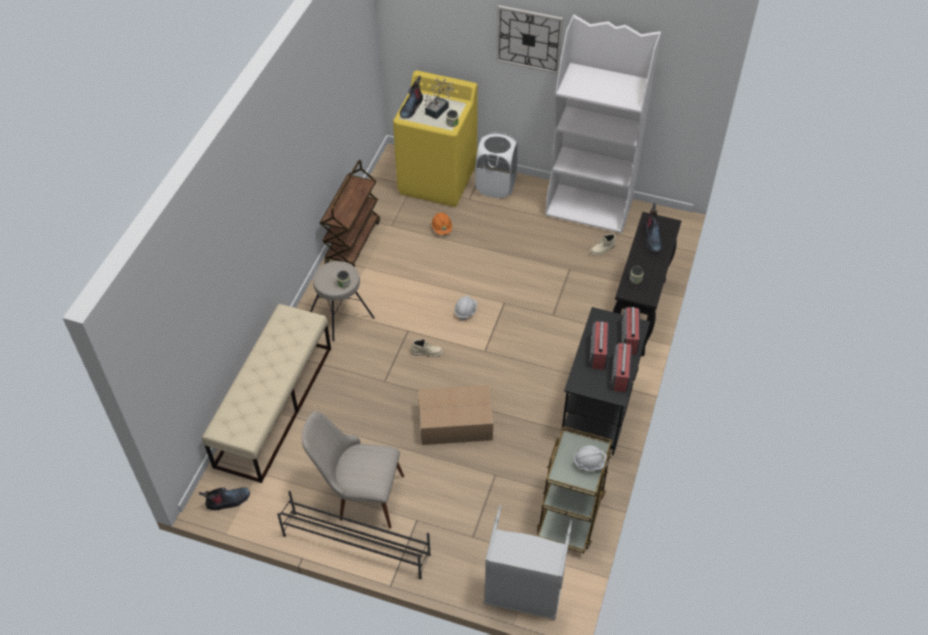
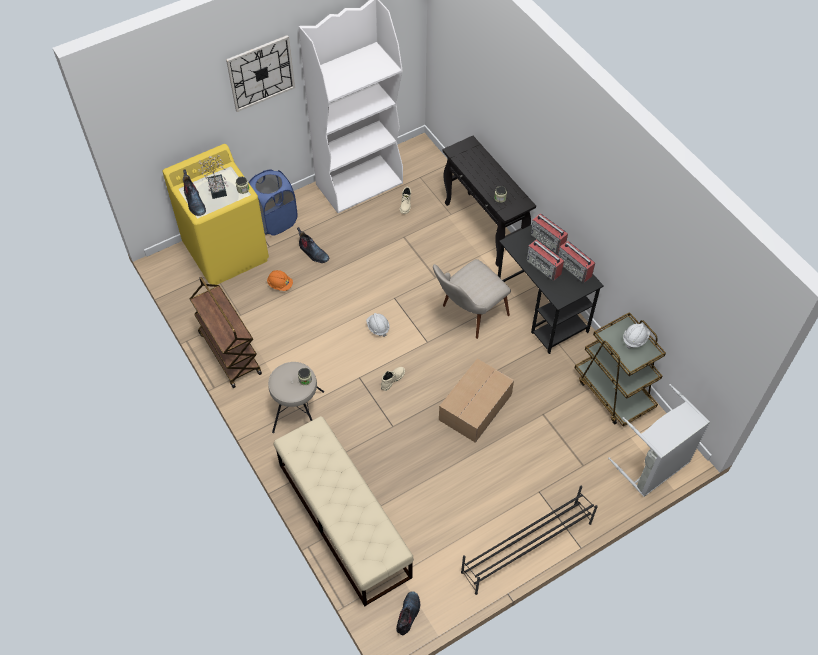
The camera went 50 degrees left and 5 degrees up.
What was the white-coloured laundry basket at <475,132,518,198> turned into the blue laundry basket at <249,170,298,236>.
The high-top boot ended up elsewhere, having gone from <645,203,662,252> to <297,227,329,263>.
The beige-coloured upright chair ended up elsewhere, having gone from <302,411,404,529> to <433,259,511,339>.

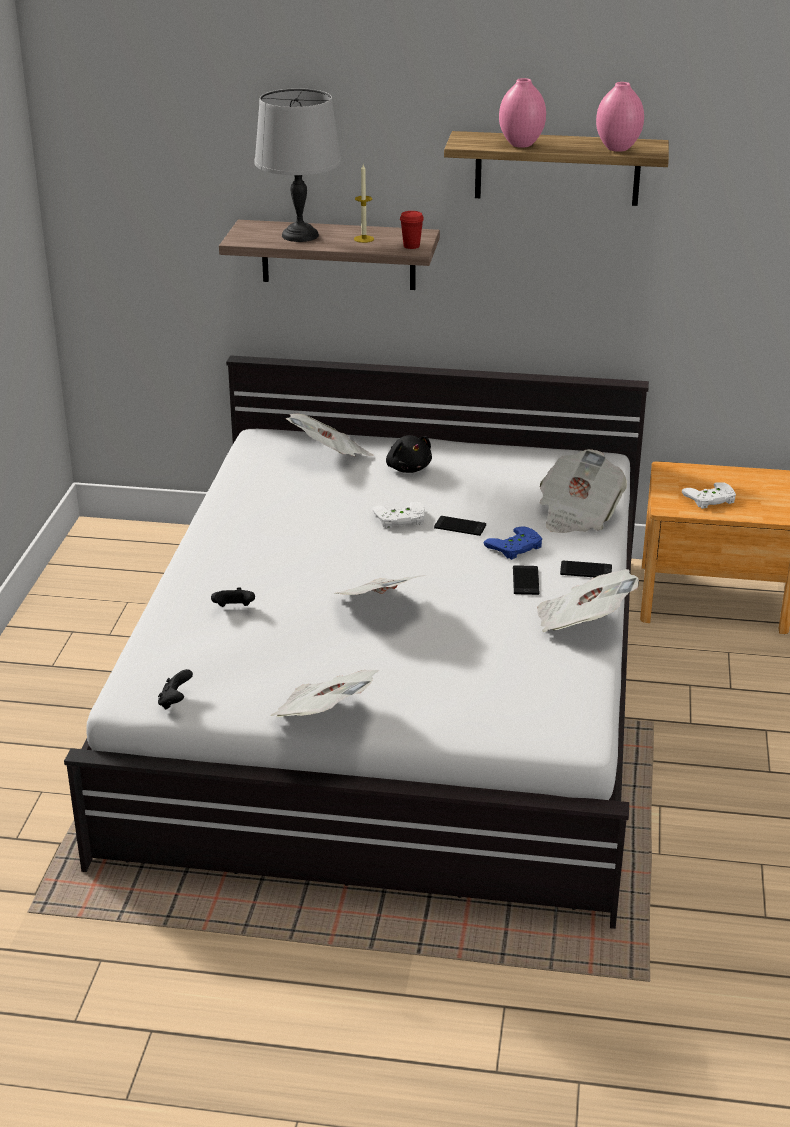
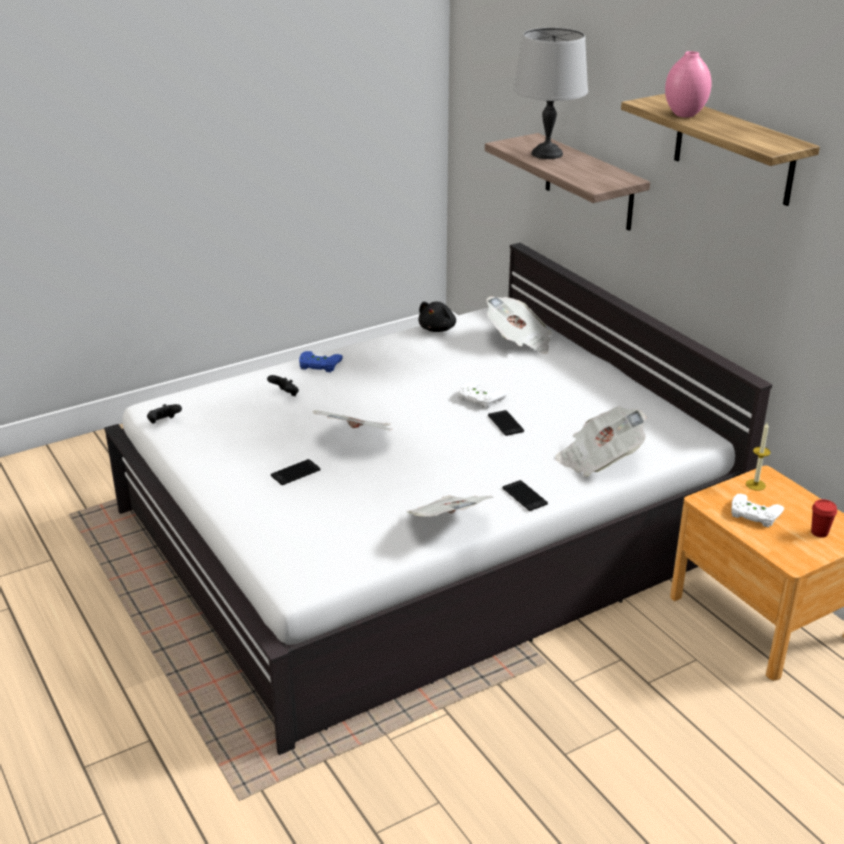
The camera went 50 degrees right and 0 degrees up.
The second view lost the pink decorative vase at <596,82,644,152>.
The candle ended up elsewhere, having gone from <354,164,374,243> to <746,423,771,491>.
The red-coloured drinking cup ended up elsewhere, having gone from <400,211,424,249> to <811,499,837,538>.
The blackish plush toy ended up elsewhere, having gone from <386,435,432,473> to <419,302,456,332>.
The blue game controller ended up elsewhere, having gone from <484,526,542,560> to <299,351,343,372>.
The handset ended up elsewhere, having gone from <513,565,539,595> to <271,459,321,485>.
The second view lost the printed paper at <271,670,380,717>.

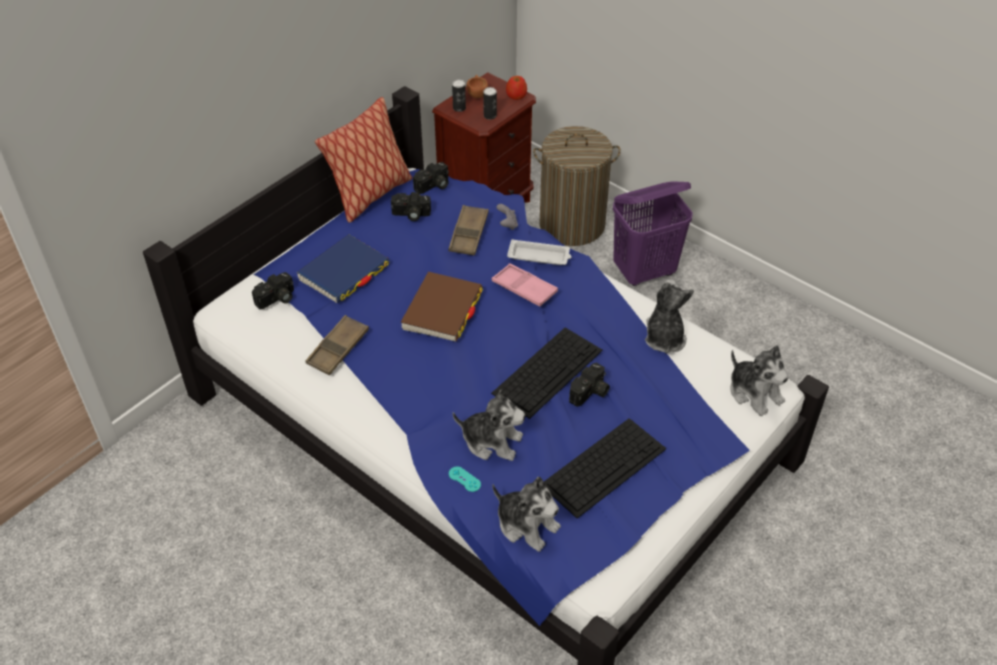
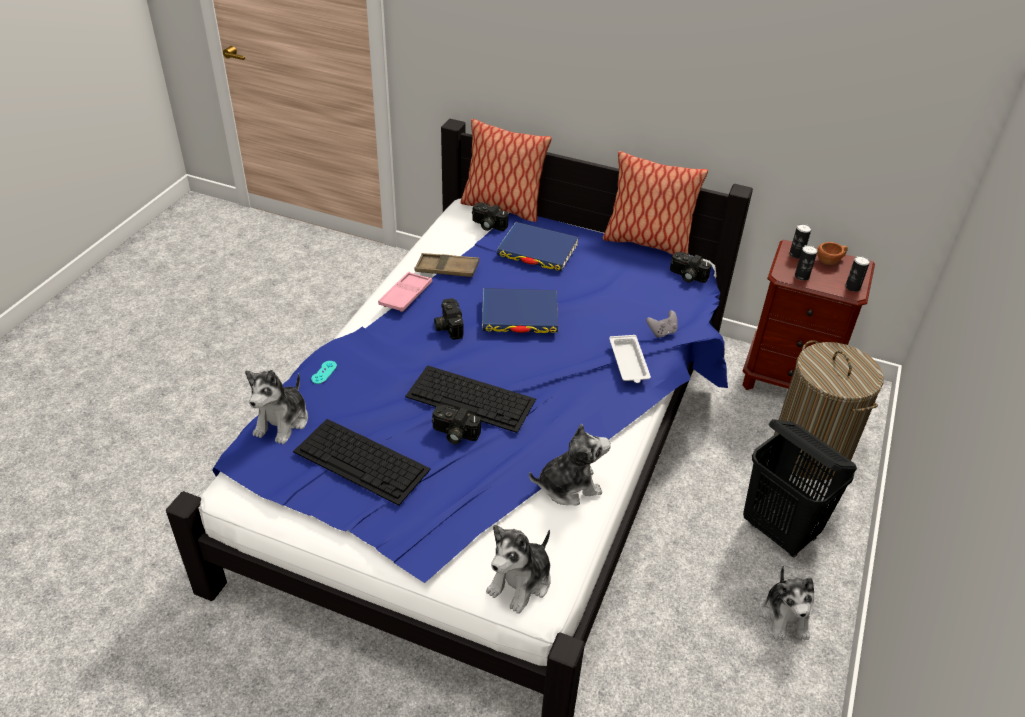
The camera went 70 degrees right and 5 degrees down.
Where the apple fruit stood at <506,76,527,100>, the sealed can came to stand at <845,256,870,292>.
What was the purple laundry basket at <613,181,693,286> turned into the blackish laundry basket at <743,419,857,557>.
The still camera ended up elsewhere, having gone from <391,192,431,221> to <434,298,463,340>.
The second view lost the brownish carrying tray at <448,205,489,256>.
The pink carrying tray ended up elsewhere, having gone from <492,263,558,306> to <378,272,432,312>.
What was the brownish volume at <401,272,483,342> turned into the blue volume at <482,288,558,333>.
The plush toy ended up elsewhere, having gone from <453,389,525,461> to <761,565,814,640>.
The second view gained the cushion at <460,119,552,222>.

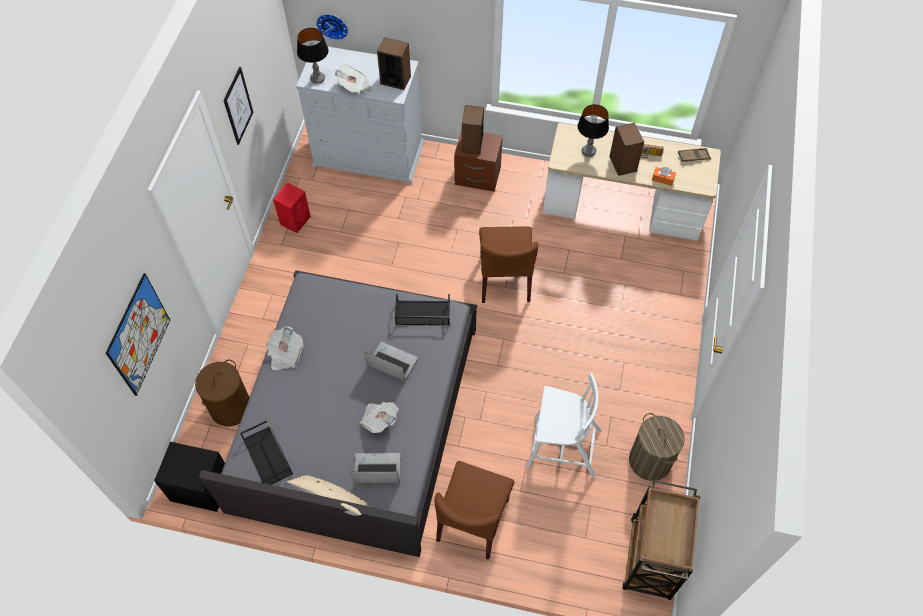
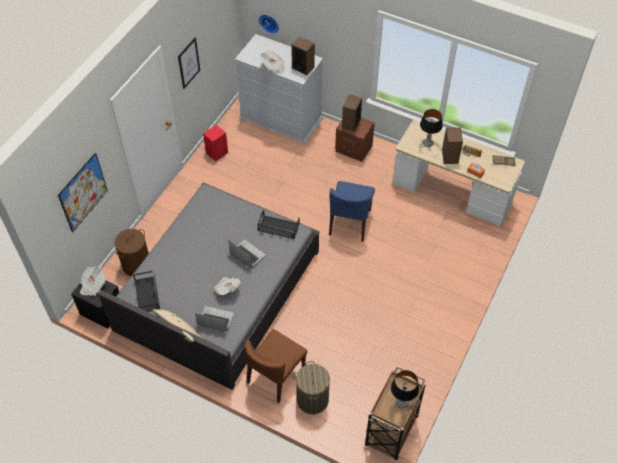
The camera went 15 degrees right and 5 degrees down.
The table lamp ended up elsewhere, having gone from <297,28,328,84> to <391,370,419,409>.
What was the brownish upright chair at <479,226,538,303> turned into the blue upright chair at <329,181,375,242>.
The printed paper ended up elsewhere, having gone from <267,326,304,370> to <80,266,106,296>.
The second view lost the white-coloured upright chair at <527,373,601,478>.
The laundry basket ended up elsewhere, having gone from <629,413,685,481> to <296,361,330,414>.

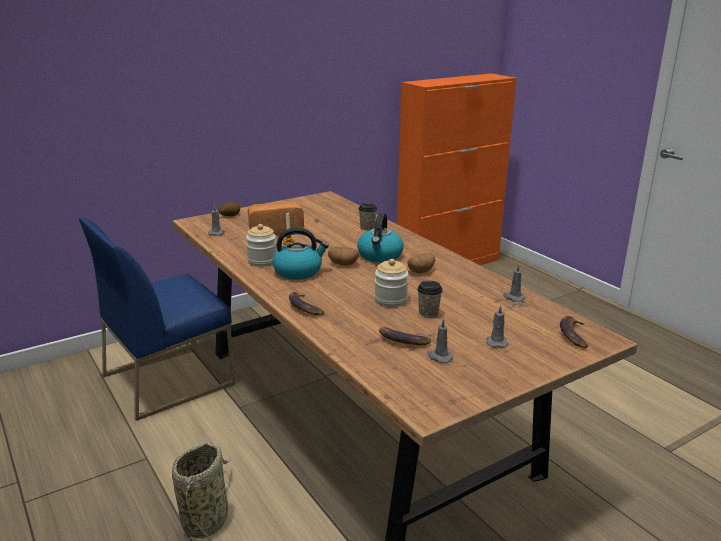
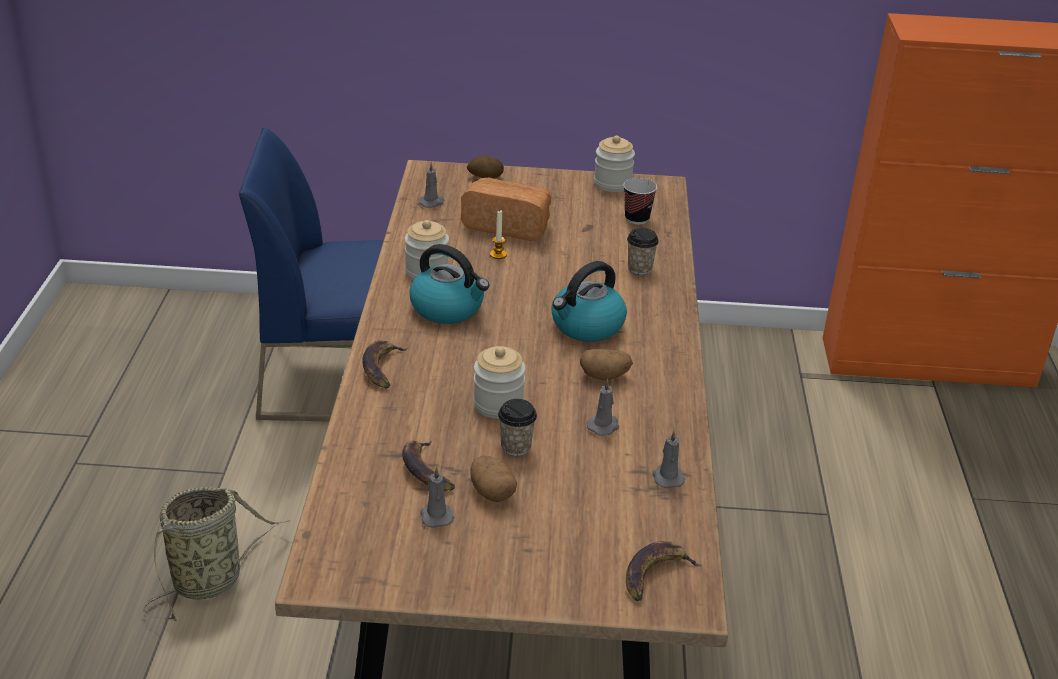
The camera went 35 degrees right and 10 degrees up.
The whole potato ended up elsewhere, having gone from <328,247,359,265> to <470,456,517,502>.
The gray candle ended up elsewhere, having gone from <486,305,508,348> to <587,379,619,436>.
The second view gained the preserve jar at <594,136,635,192>.
The second view gained the drinking cup at <623,178,657,224>.

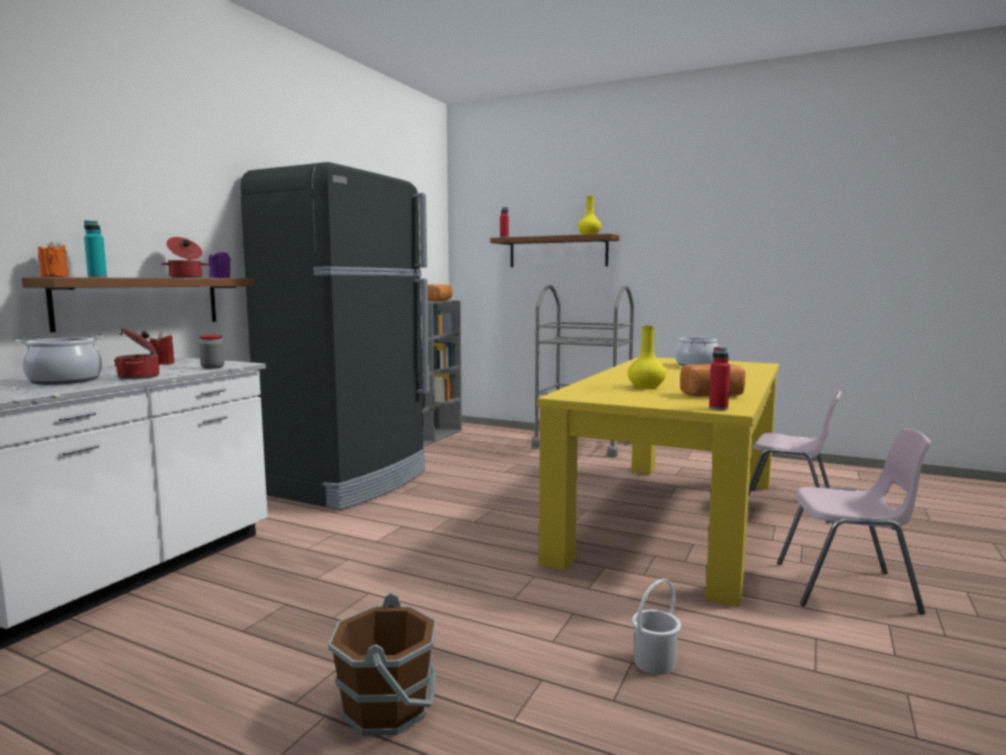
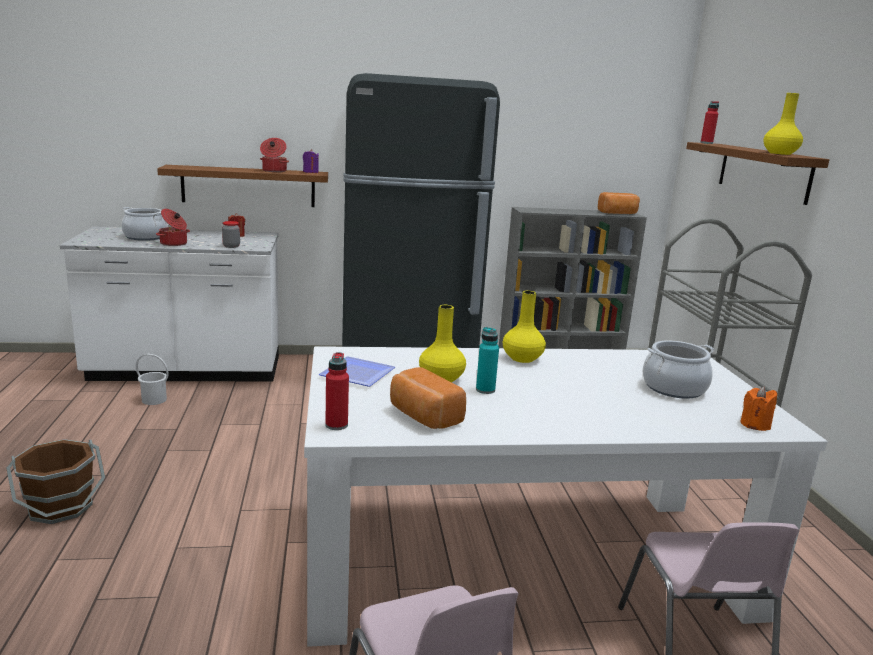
The camera went 55 degrees right and 10 degrees up.
The turquoise-coloured drink bottle ended up elsewhere, having gone from <84,220,107,277> to <476,327,499,394>.
The orangey candle ended up elsewhere, having gone from <38,242,69,277> to <740,387,777,431>.
What was the yellow-coloured kitchen table at <537,357,779,607> turned into the white-coloured kitchen table at <304,346,827,647>.
The white-coloured bucket ended up elsewhere, having gone from <632,579,681,675> to <136,354,169,405>.
The second view gained the yellow-coloured decorative vase at <503,291,546,363>.
The second view gained the plate at <319,356,395,387>.

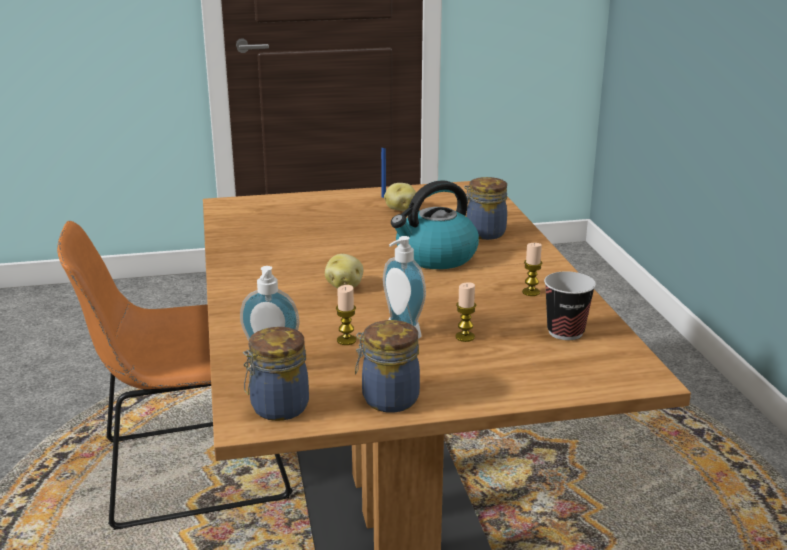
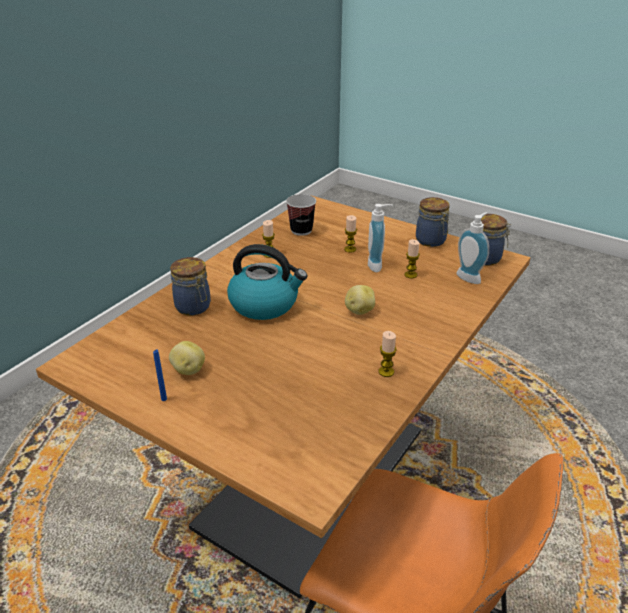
The camera went 135 degrees left and 10 degrees up.
The second view gained the candle at <379,331,397,377>.

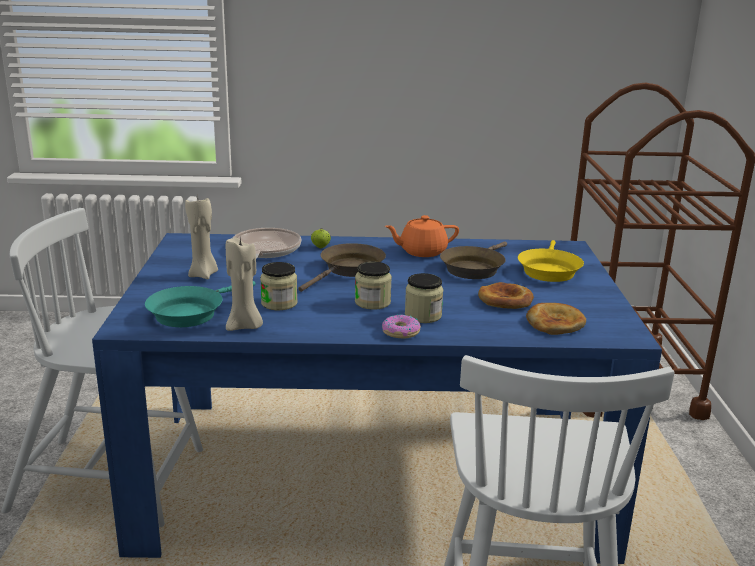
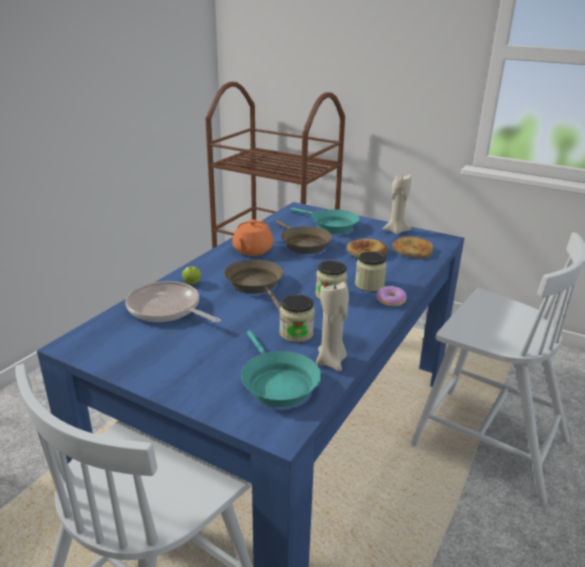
The camera went 60 degrees left and 5 degrees up.
The beige-coloured candle ended up elsewhere, having gone from <185,198,218,279> to <383,173,411,235>.
What was the yellow-coloured pan at <518,240,584,282> turned into the turquoise-coloured pan at <291,208,359,234>.

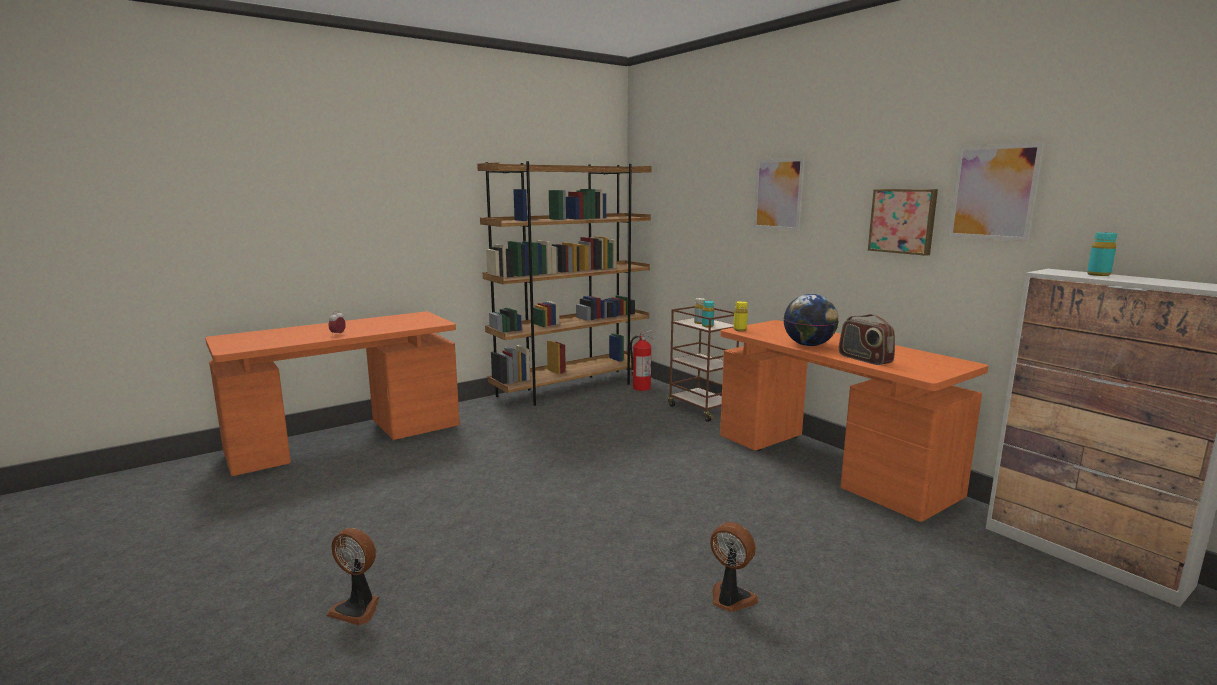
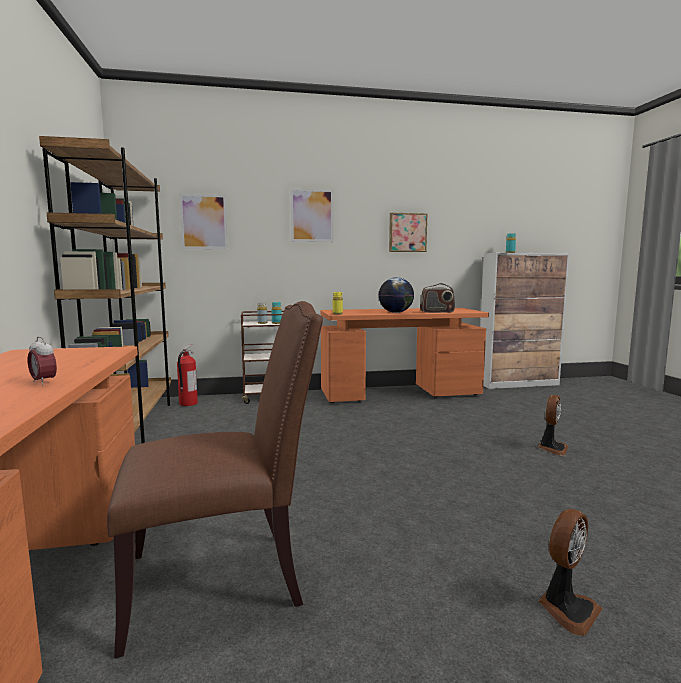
The camera went 65 degrees left and 5 degrees down.
The wall art ended up elsewhere, having gone from <948,143,1044,242> to <179,194,228,249>.
The fan at <710,522,759,612> ended up facing another way, 150 degrees clockwise from before.
The second view gained the brownish upright chair at <107,301,323,658>.

